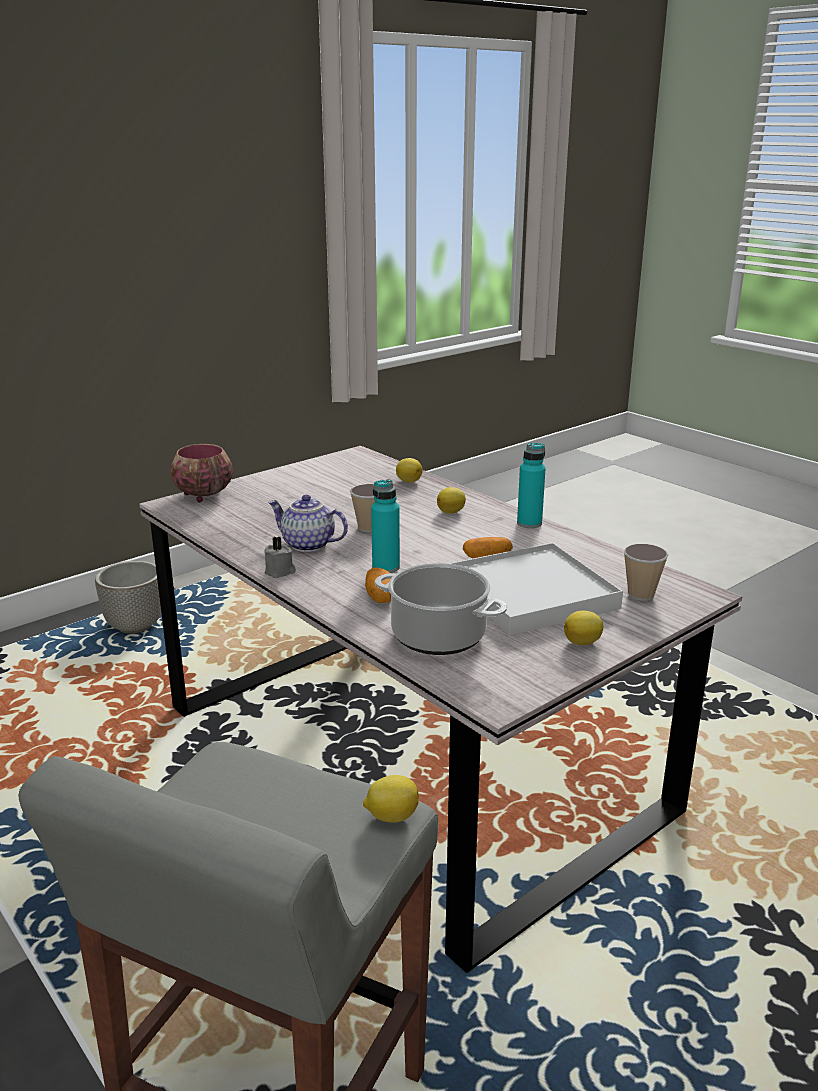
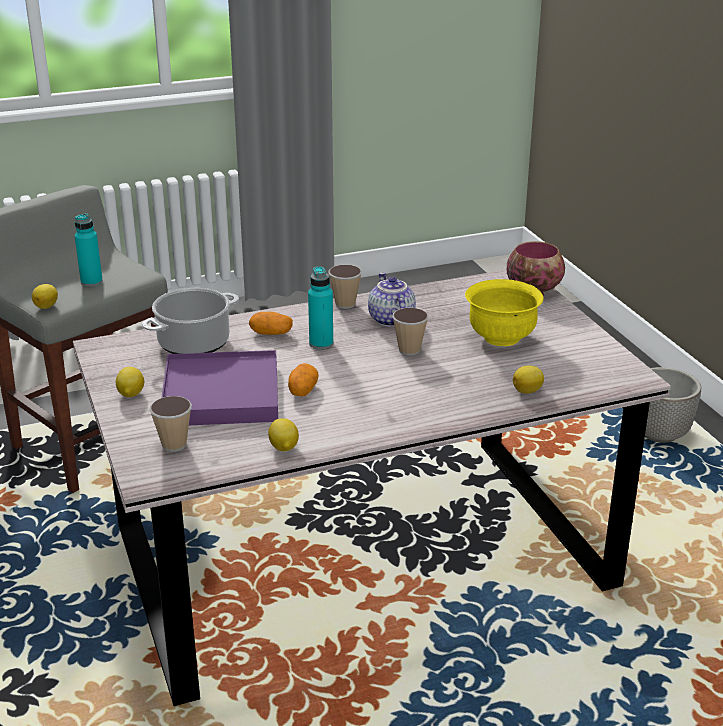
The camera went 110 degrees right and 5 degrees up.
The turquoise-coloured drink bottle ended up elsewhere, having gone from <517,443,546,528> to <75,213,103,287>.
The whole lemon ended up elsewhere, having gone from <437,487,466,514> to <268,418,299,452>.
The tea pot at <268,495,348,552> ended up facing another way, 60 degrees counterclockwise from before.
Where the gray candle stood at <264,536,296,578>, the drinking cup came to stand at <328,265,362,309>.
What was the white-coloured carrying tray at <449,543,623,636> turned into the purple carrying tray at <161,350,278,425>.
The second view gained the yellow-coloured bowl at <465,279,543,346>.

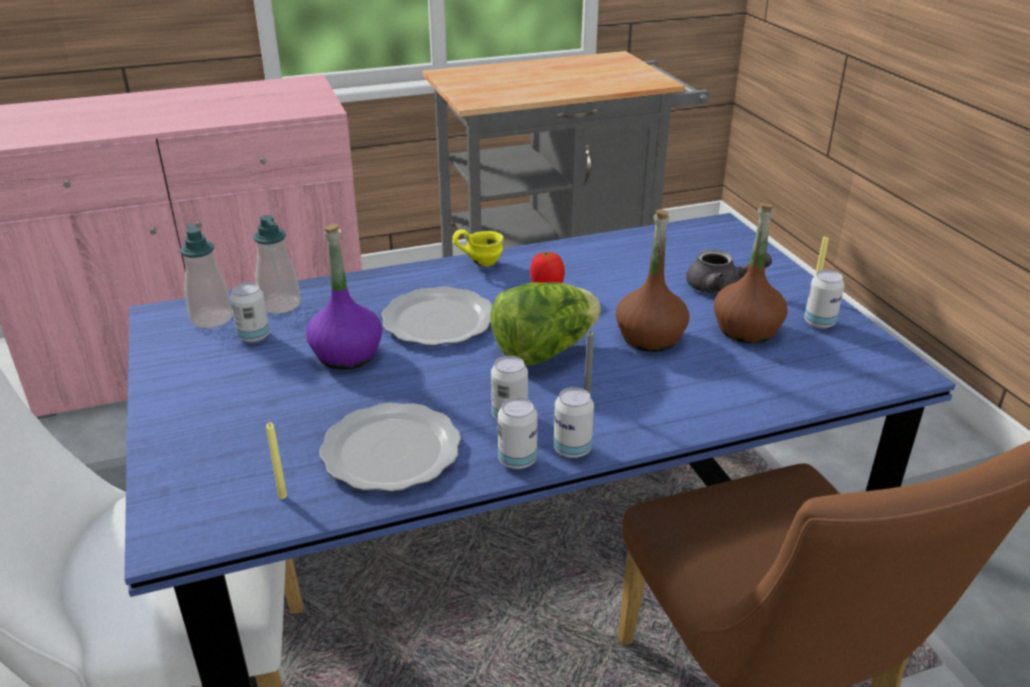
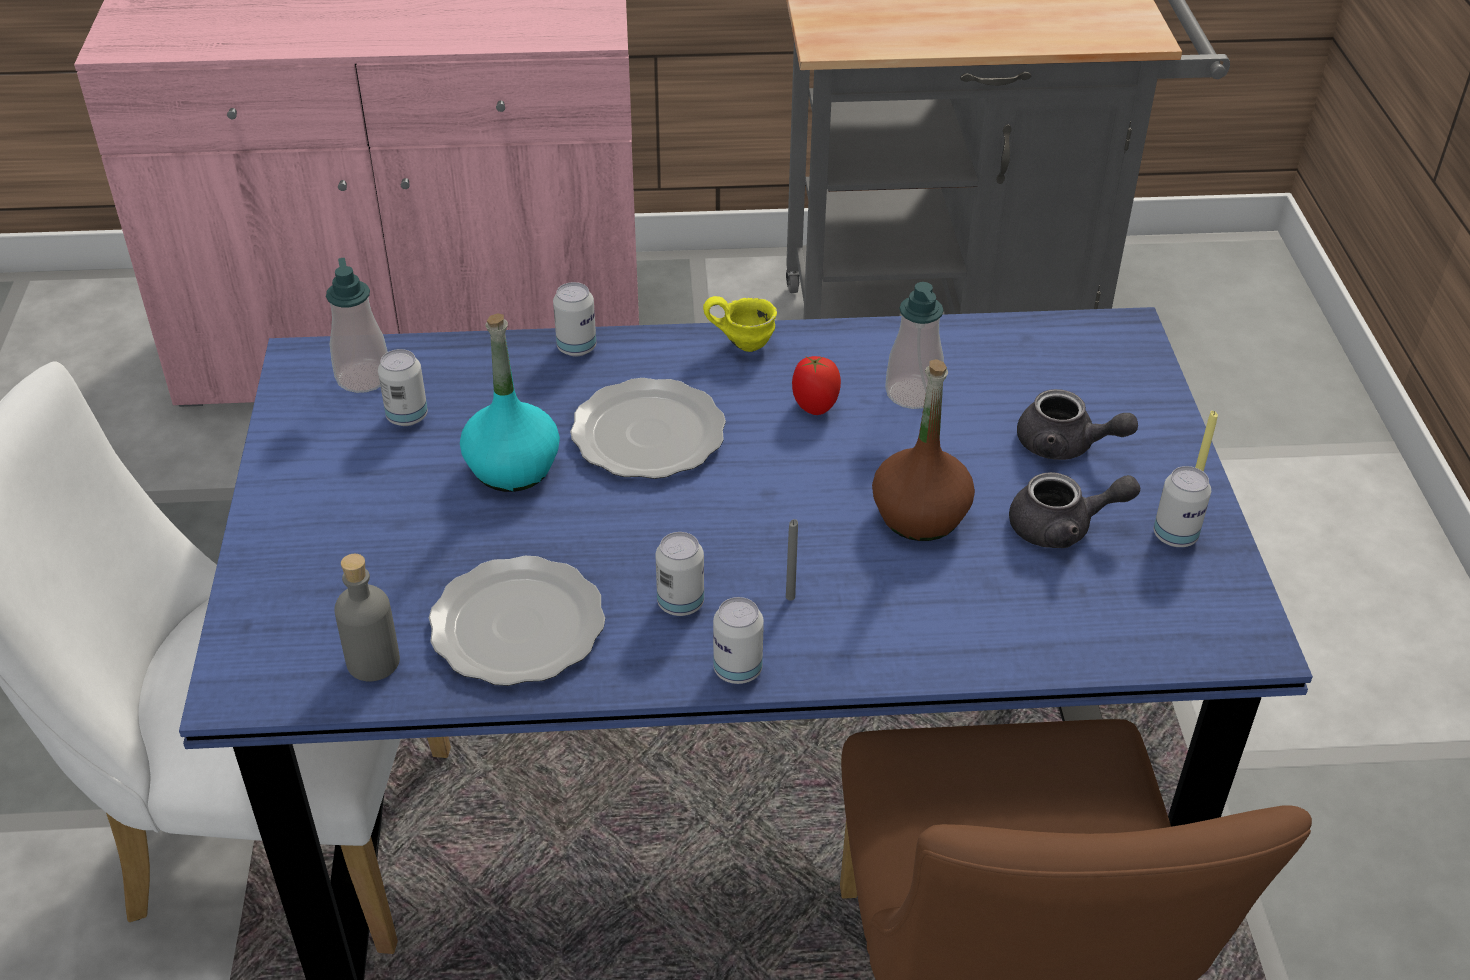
The camera went 15 degrees right and 10 degrees up.
Where the brownish drink bottle stood at <714,203,788,343>, the gray tea pot came to stand at <1009,472,1140,548>.
The soap dispenser ended up elsewhere, having gone from <253,215,301,314> to <885,282,944,409>.
What was the purple drink bottle at <306,224,382,370> turned into the turquoise-coloured drink bottle at <460,313,560,492>.
The second view lost the lettuce at <490,282,601,365>.
The sealed can ended up elsewhere, having gone from <498,397,538,469> to <553,282,596,356>.
Where the yellow-coloured candle stood at <266,422,287,499>, the gray drink bottle came to stand at <334,554,400,681>.

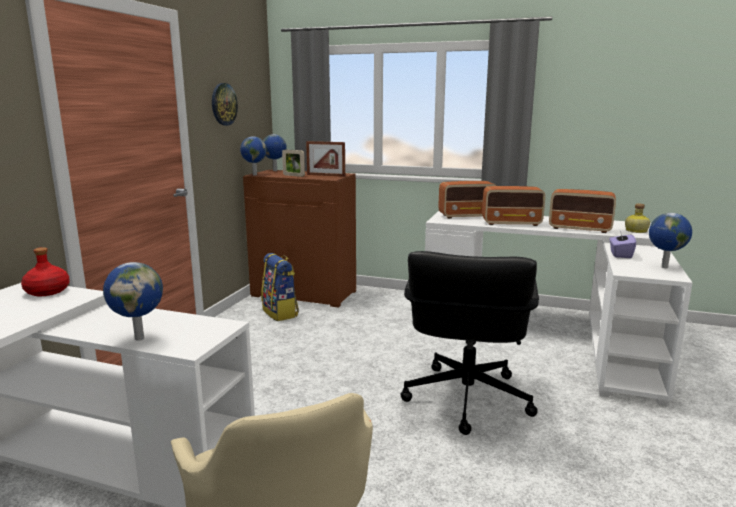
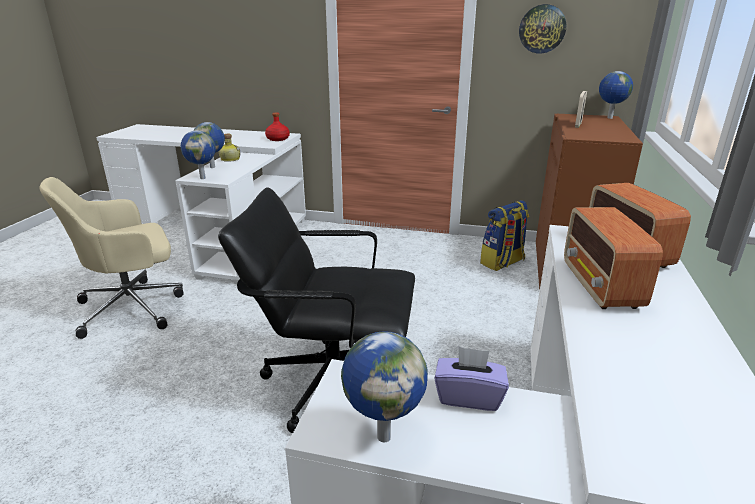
The camera went 85 degrees right and 10 degrees up.
The globe ended up elsewhere, having gone from <240,136,267,175> to <180,130,216,179>.
The second view lost the standing frame at <306,141,345,177>.
The second view lost the radio receiver at <549,189,616,233>.
The drink bottle ended up elsewhere, having gone from <625,204,650,233> to <218,134,240,162>.

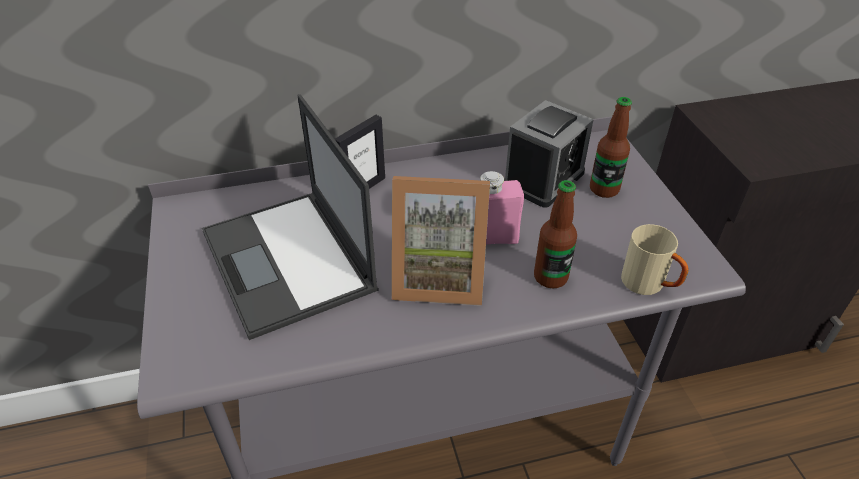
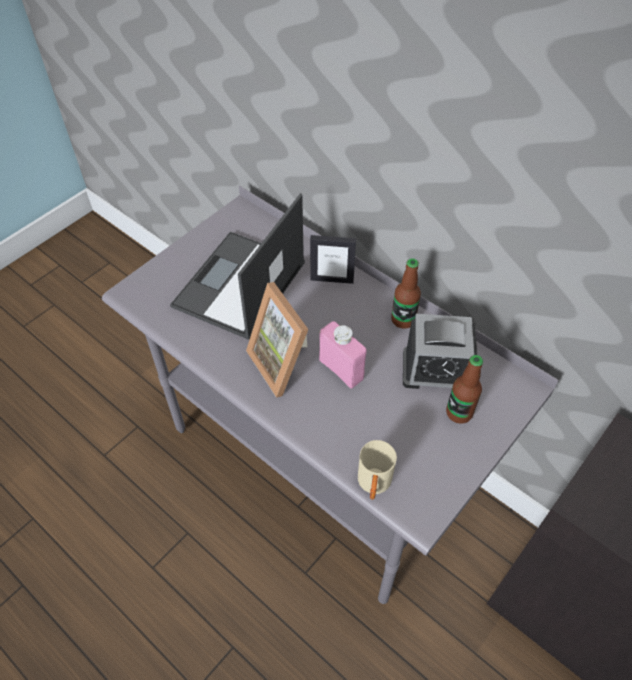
The camera went 55 degrees right and 10 degrees up.
The drink bottle ended up elsewhere, having gone from <534,180,577,288> to <391,258,421,329>.

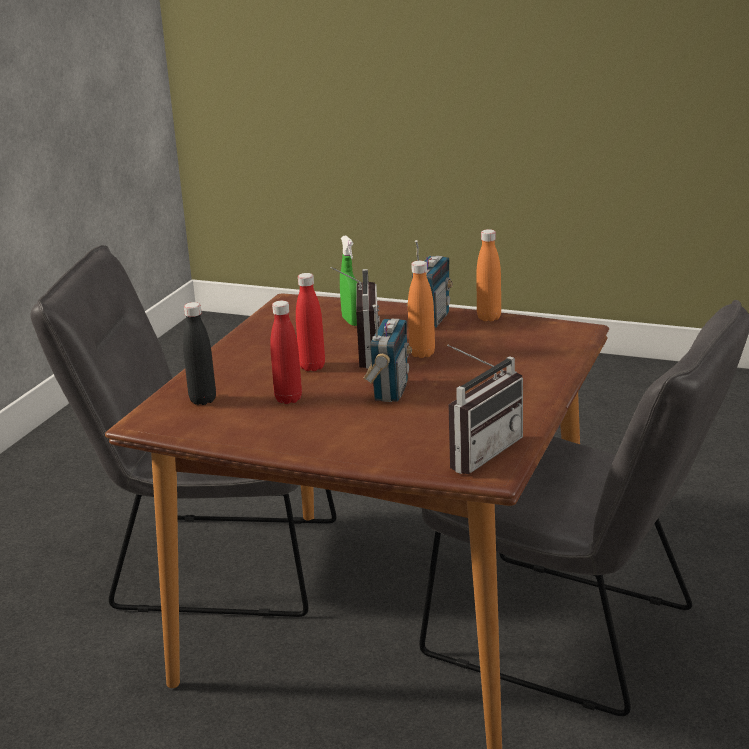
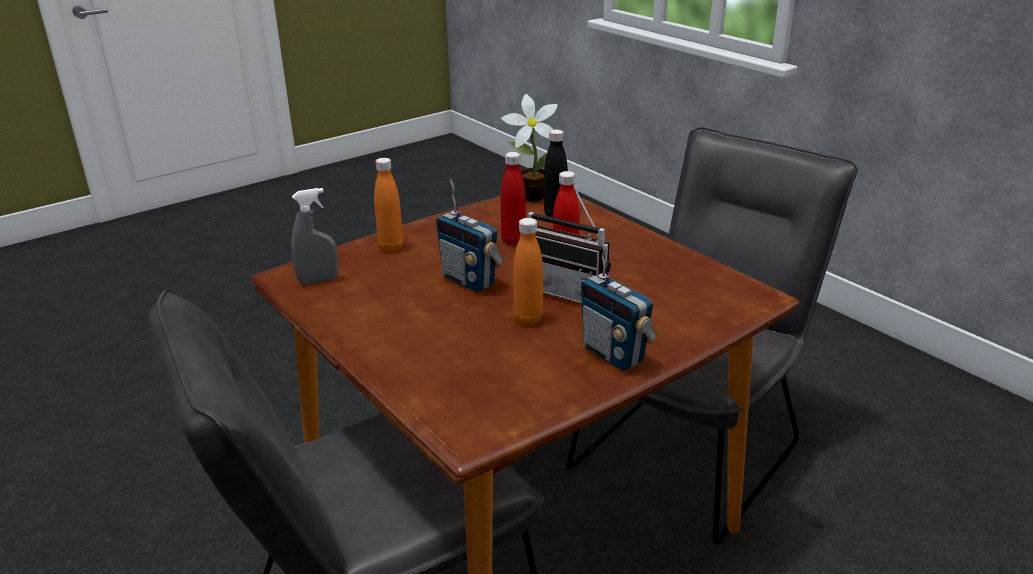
The camera went 120 degrees right and 5 degrees up.
The orangey drink bottle ended up elsewhere, having gone from <476,229,501,321> to <374,158,403,252>.
The second view lost the green-coloured spray bottle at <340,235,357,326>.
Where the radio receiver stood at <447,345,523,474>, the gray spray bottle came to stand at <291,188,338,285>.
The second view gained the houseplant at <501,94,558,202>.

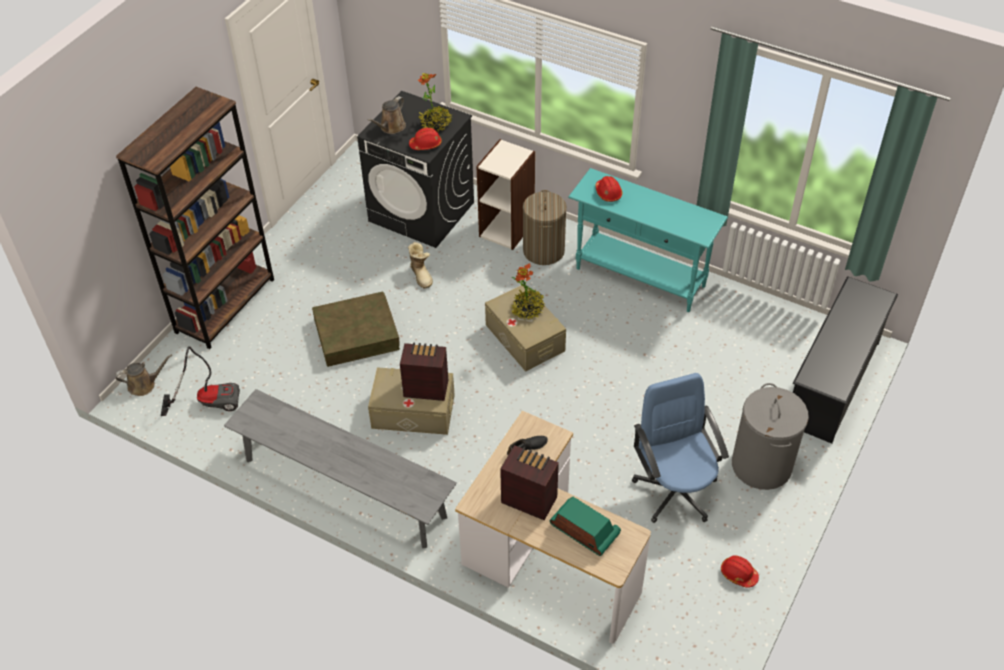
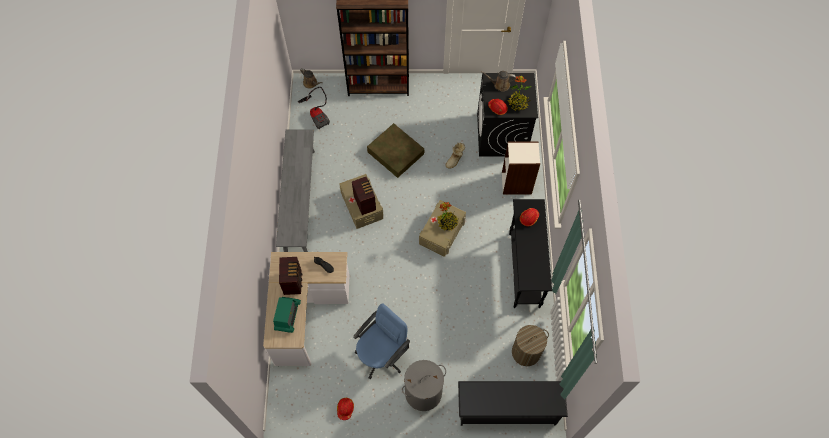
The camera went 60 degrees right and 15 degrees up.
What was the turquoise-coloured narrow table at <568,168,728,312> turned into the blackish narrow table at <509,199,552,308>.
The laundry basket ended up elsewhere, having gone from <523,190,567,265> to <512,325,549,366>.

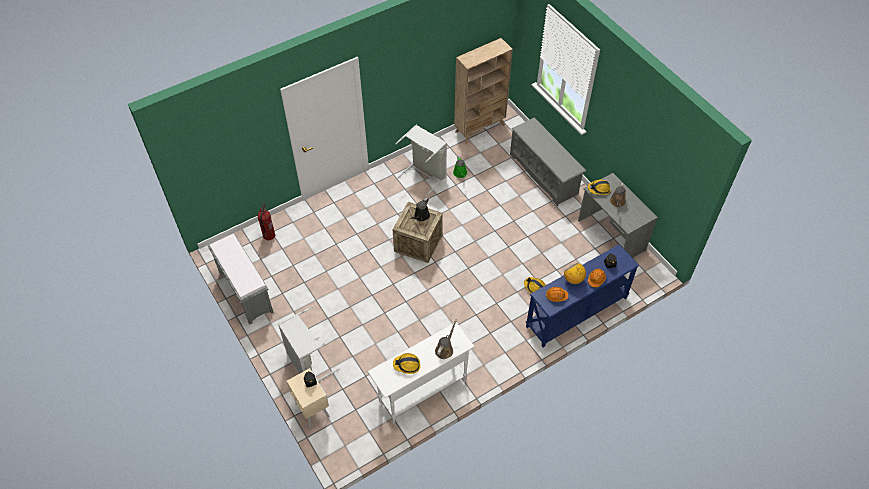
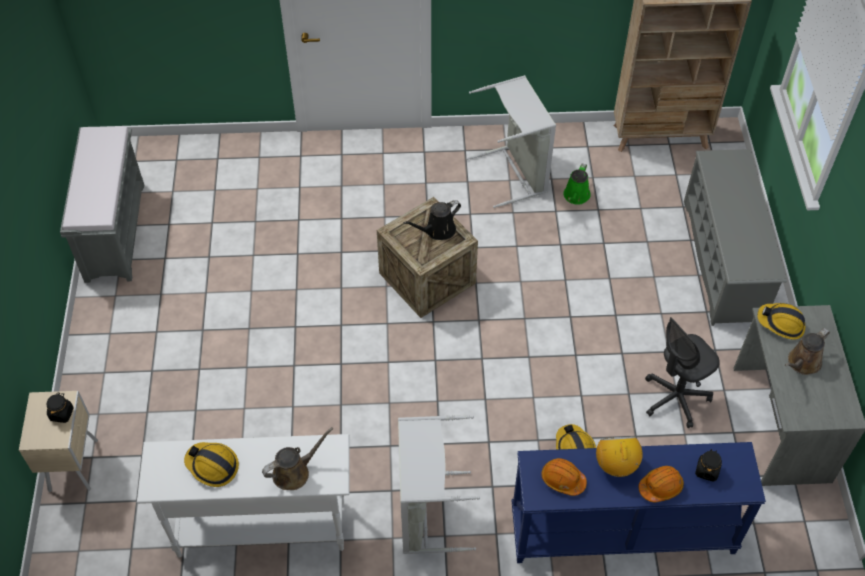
The camera went 30 degrees right and 0 degrees up.
The second view lost the fire-fighting cylinder at <257,202,275,240>.
The gray laundry basket ended up elsewhere, having gone from <278,307,340,381> to <398,415,480,554>.
The second view gained the gray desk chair at <645,317,720,428>.

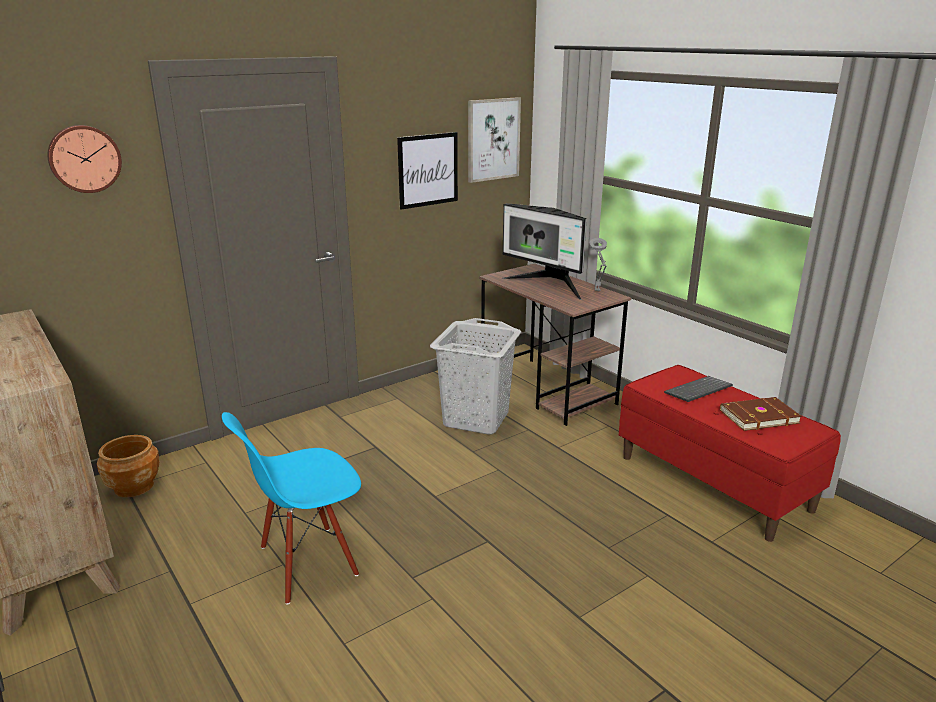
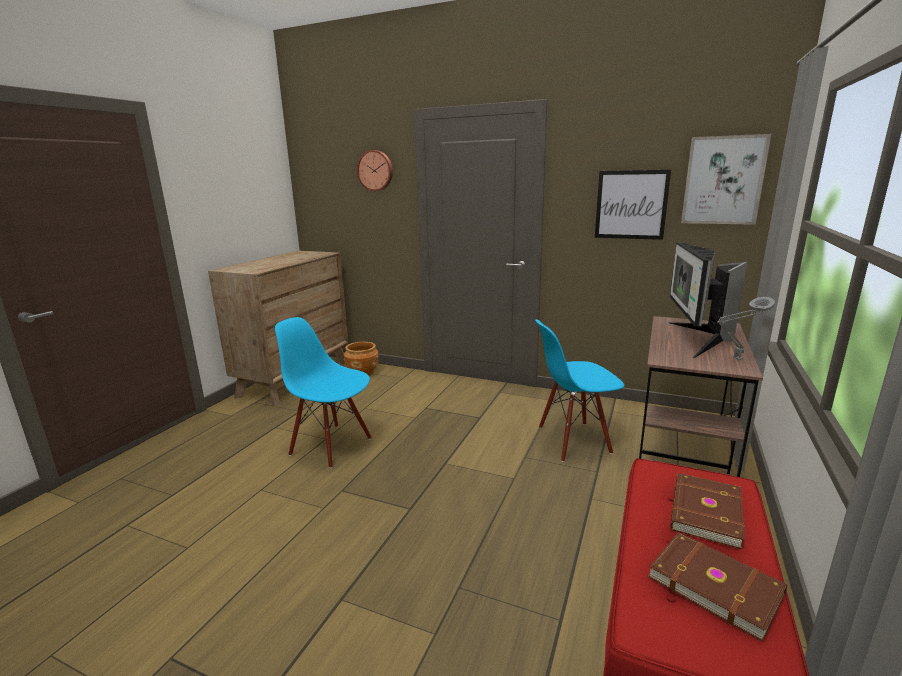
The camera went 60 degrees right and 5 degrees down.
Where the gray laundry basket stood at <430,318,521,435>, the blue upright chair came to stand at <535,319,624,462>.
Where the computer keyboard stood at <664,376,733,402>, the brownish volume came to stand at <670,473,745,550>.

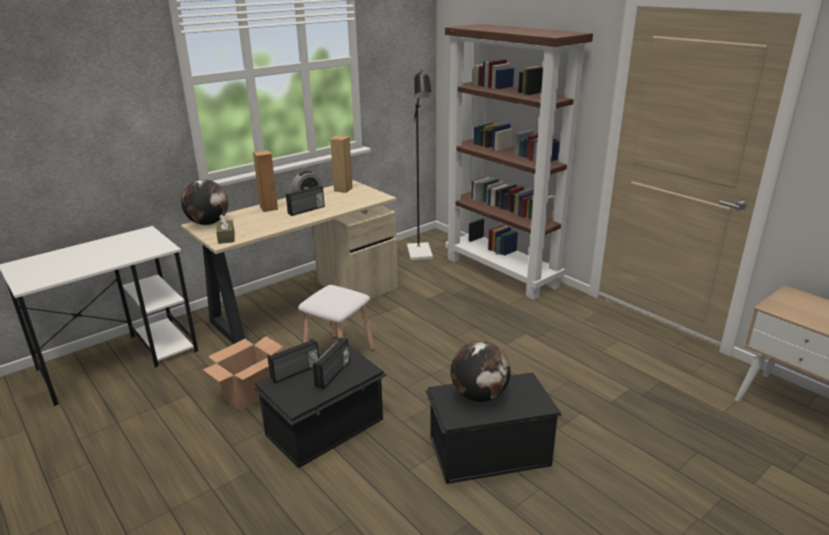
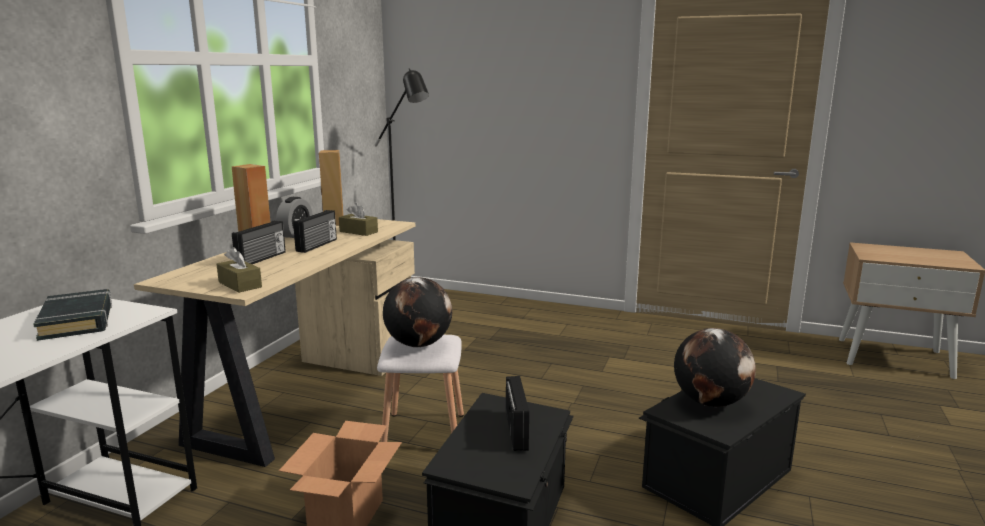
The camera went 30 degrees left and 10 degrees down.
The second view lost the brownish shelving unit at <445,24,593,300>.
The globe ended up elsewhere, having gone from <181,179,228,225> to <383,277,452,347>.
The radio receiver ended up elsewhere, having gone from <267,338,319,383> to <232,221,286,264>.
The second view gained the brownish tissue holder at <339,203,378,236>.
The second view gained the blackish volume at <33,289,112,341>.

